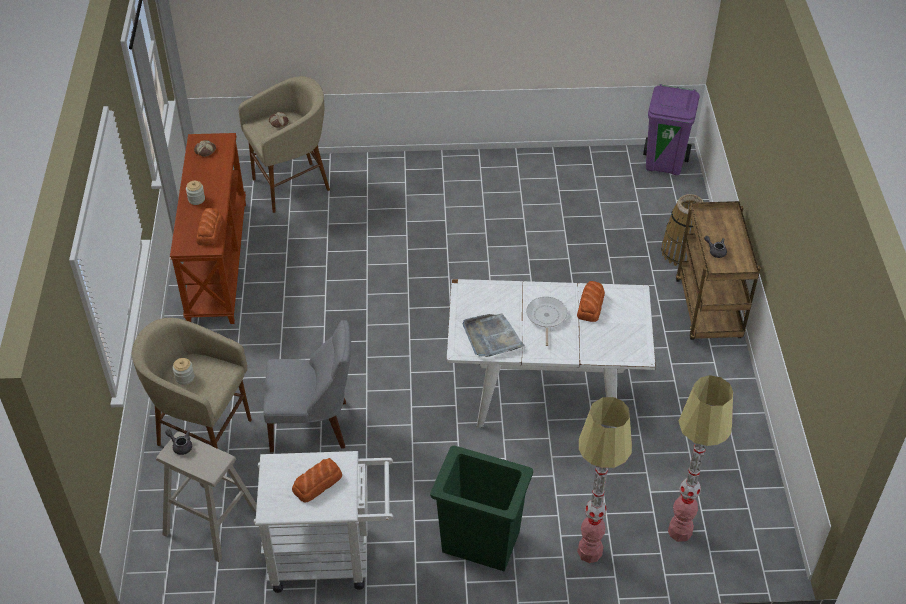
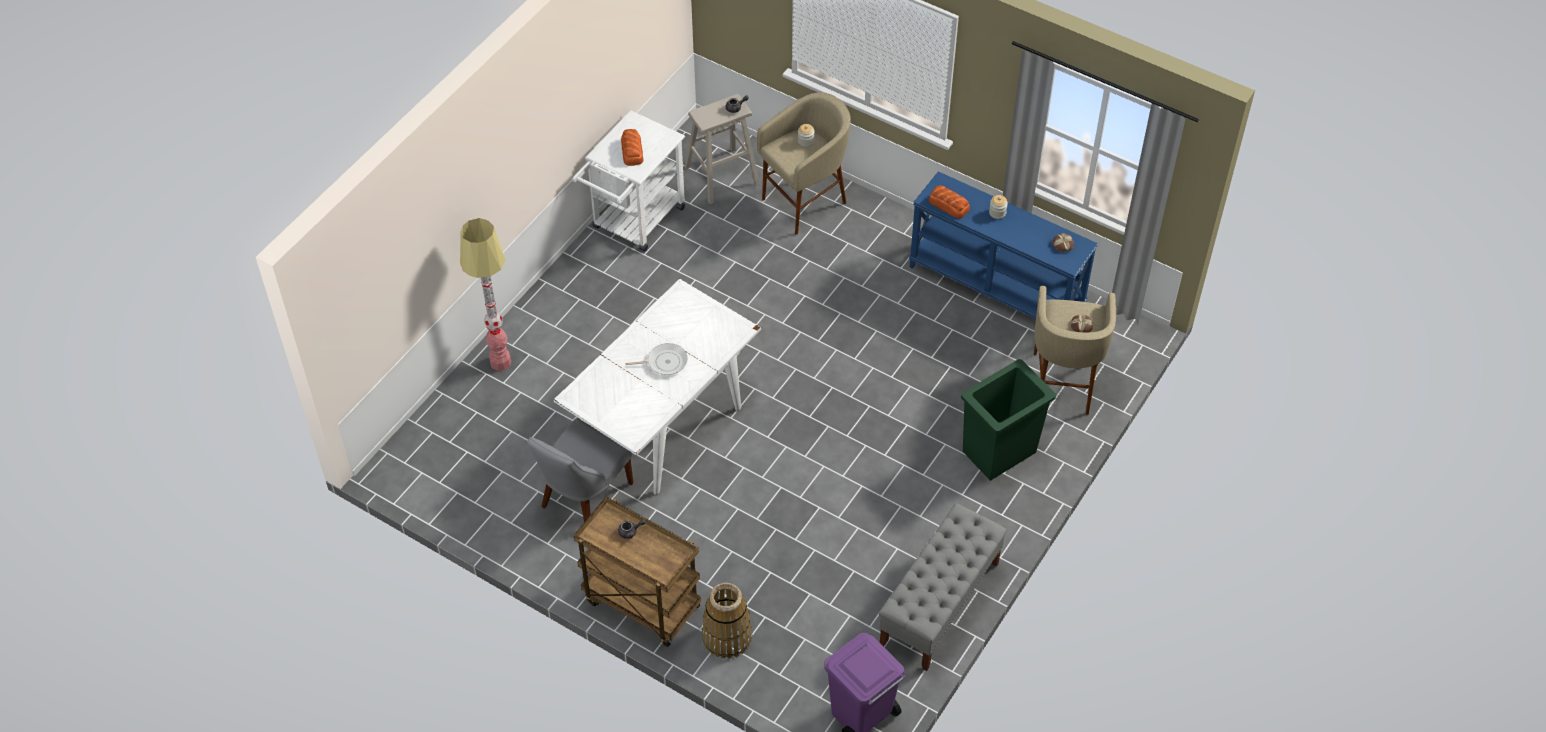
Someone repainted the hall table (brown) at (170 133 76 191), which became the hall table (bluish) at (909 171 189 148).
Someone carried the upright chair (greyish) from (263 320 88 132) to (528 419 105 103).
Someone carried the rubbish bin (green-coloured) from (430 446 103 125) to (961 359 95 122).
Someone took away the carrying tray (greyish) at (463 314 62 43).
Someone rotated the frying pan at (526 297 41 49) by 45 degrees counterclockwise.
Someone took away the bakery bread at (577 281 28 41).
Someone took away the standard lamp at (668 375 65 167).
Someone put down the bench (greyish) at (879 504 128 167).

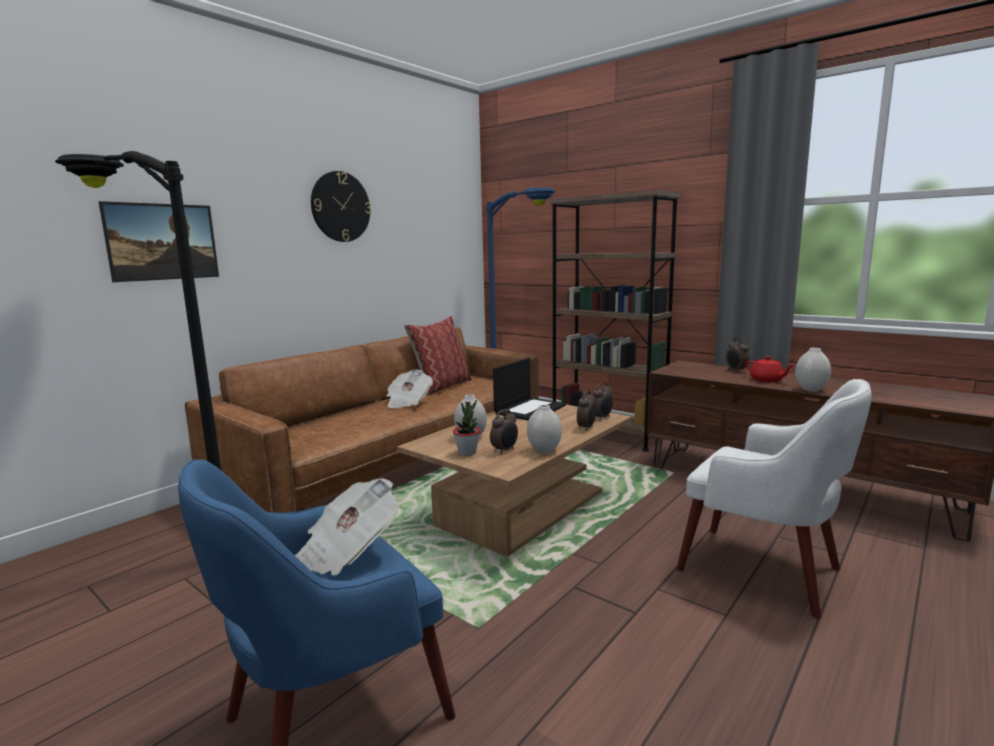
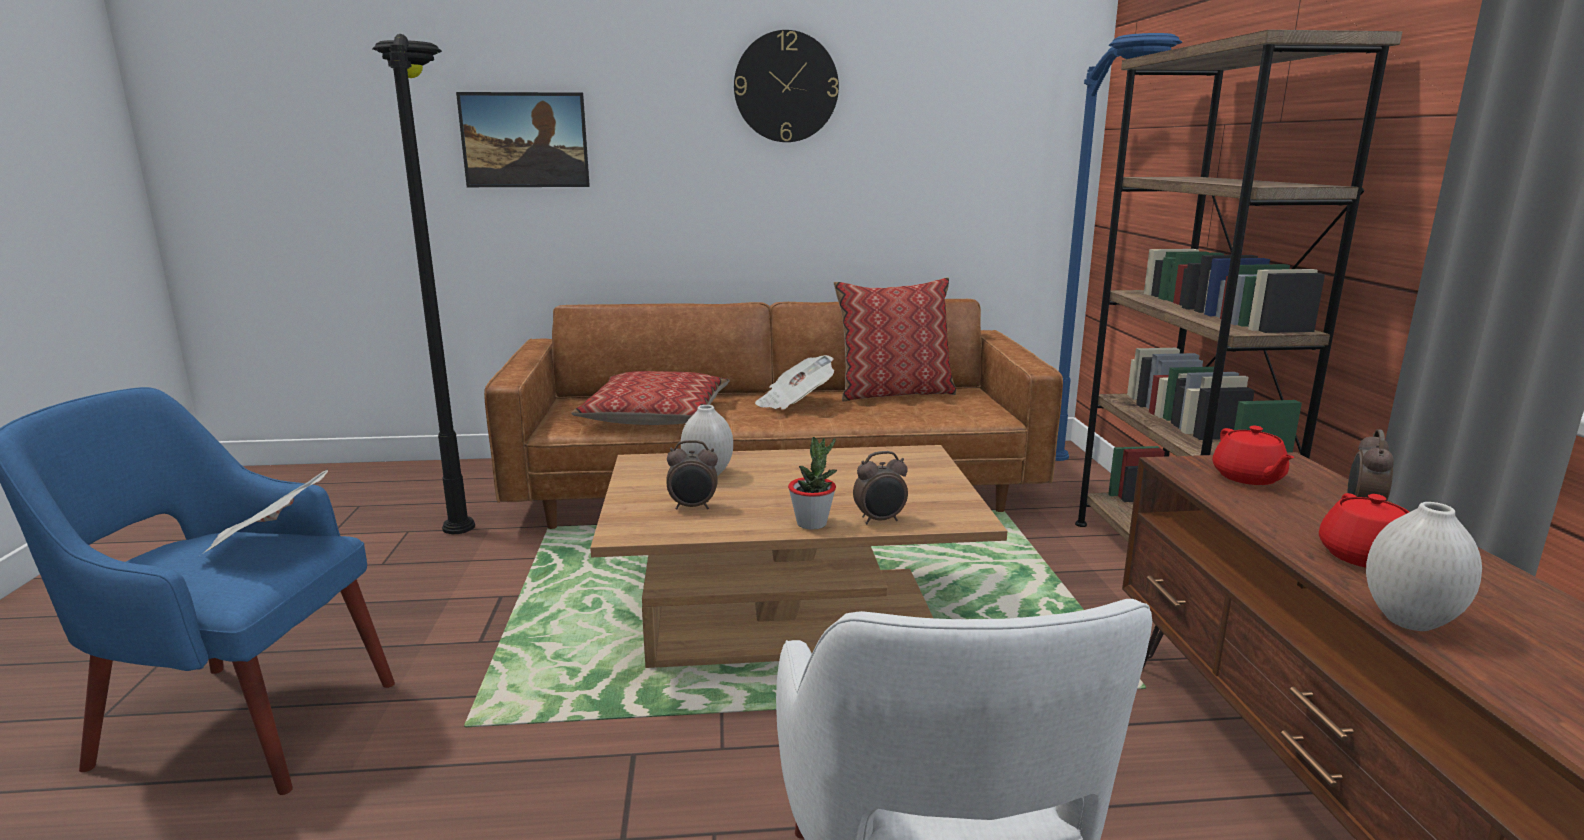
Someone carried the houseplant from (453 400 27 56) to (788 437 49 93).
Someone took away the notebook computer at (493 358 73 63).
Someone took away the vase (white) at (527 404 35 50).
Someone took away the table clock at (593 383 20 37).
Someone put down the pillow at (571 371 159 54).
Someone put down the teapot (red) at (1212 426 82 59).

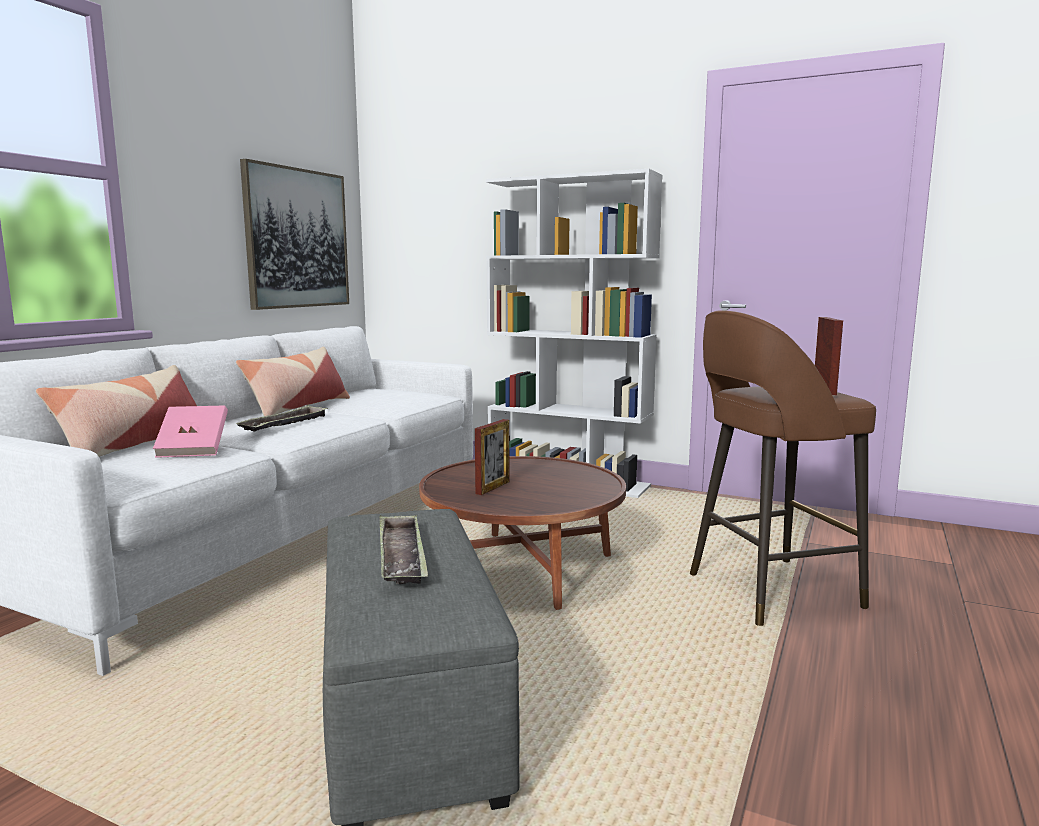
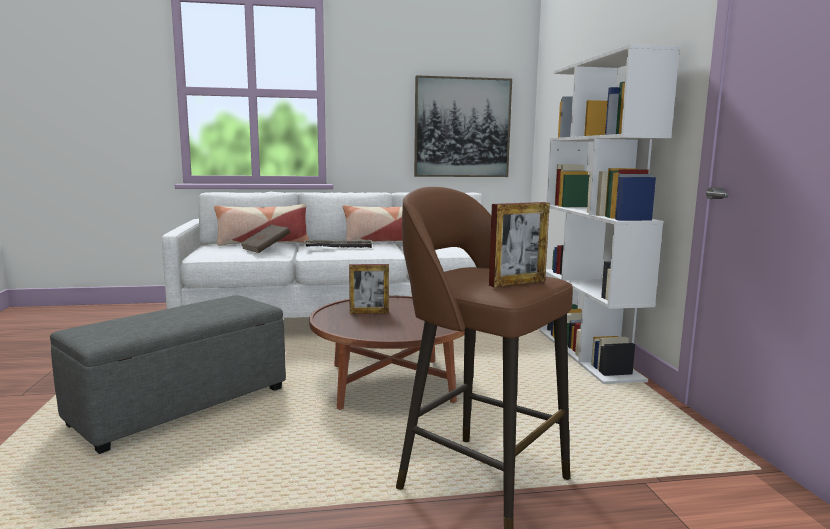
Someone repainted the book (pink-coloured) at (153 405 75 53), which became the book (brown) at (240 225 50 28).
Someone took away the carrying tray at (379 515 49 69).

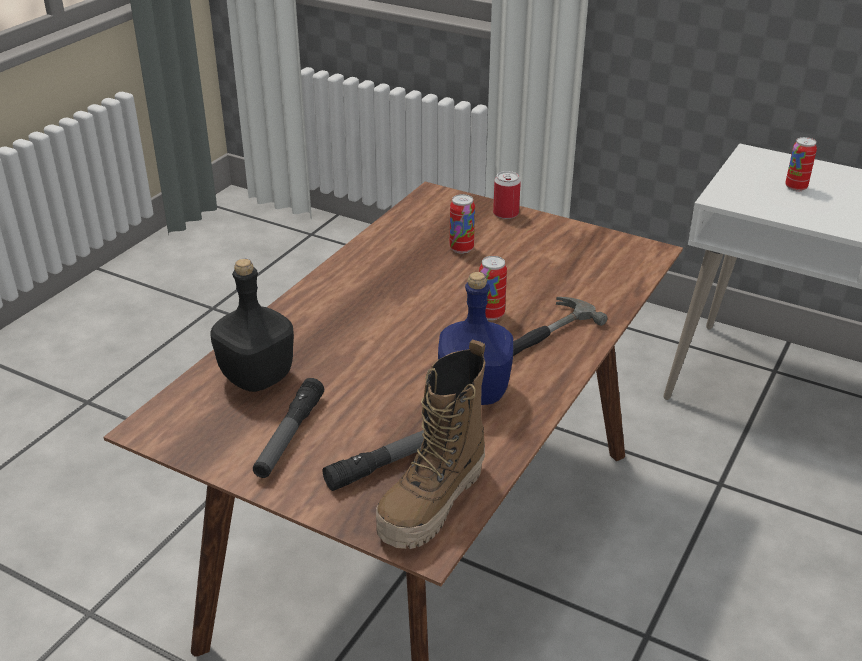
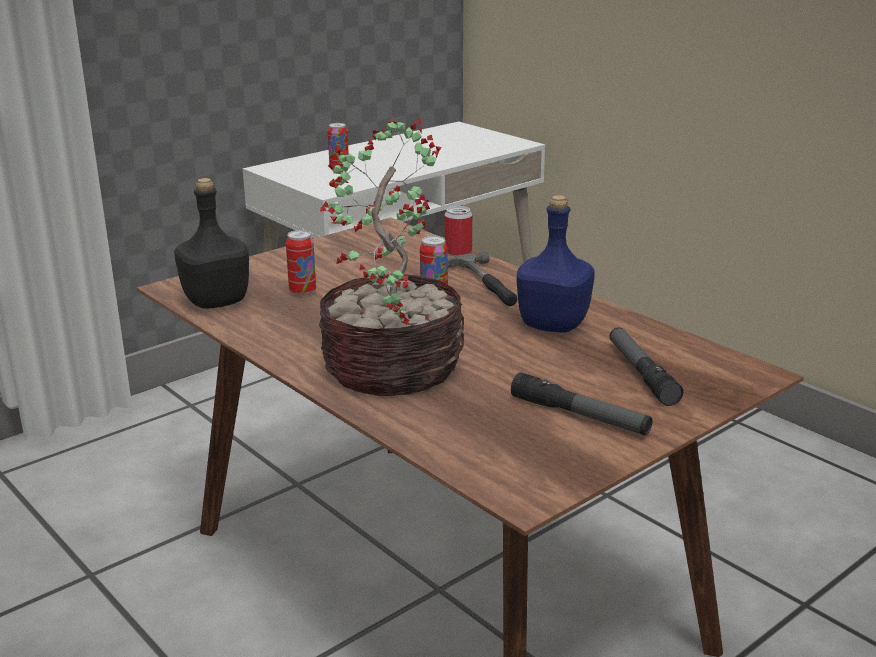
Someone carried the bottle (blackish) from (210 259 84 133) to (174 178 75 130).
Someone took away the high-top boot at (376 340 110 209).
Someone carried the metal can from (493 171 28 48) to (445 206 27 50).
Someone put down the houseplant at (319 119 145 277).

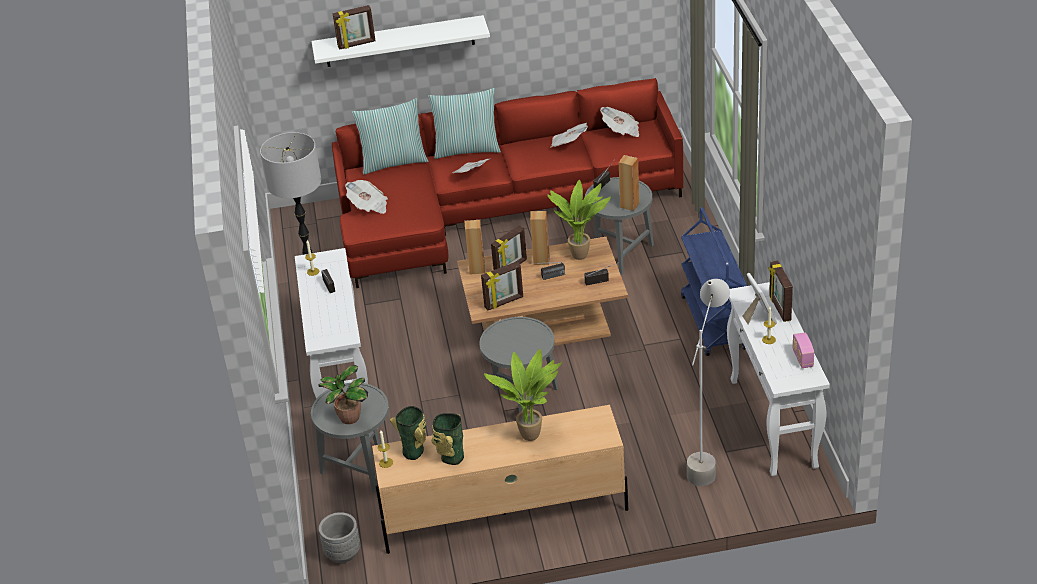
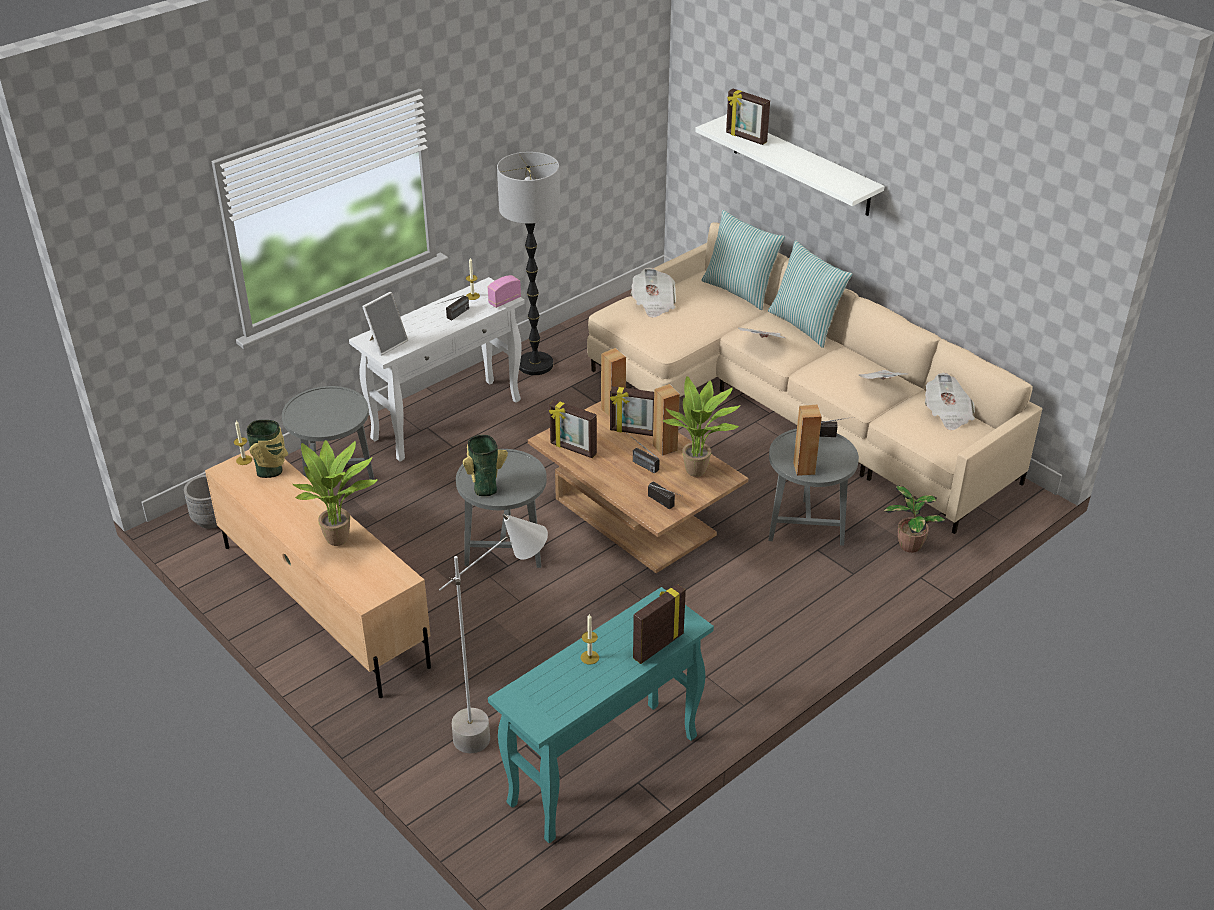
Someone carried the houseplant from (318 365 50 59) to (884 486 62 67).
Someone repainted the sofa (red) at (332 78 351 210), which became the sofa (beige) at (587 222 455 312).
Someone carried the vase from (431 413 33 52) to (463 435 45 61).
Someone took away the cart (bluish) at (681 207 66 149).
Someone repainted the hall table (white) at (727 282 103 194), which became the hall table (turquoise-coloured) at (488 587 226 256).
Someone carried the picture frame from (743 273 34 52) to (362 292 46 64).
Someone carried the radio from (792 332 22 36) to (488 275 33 33).

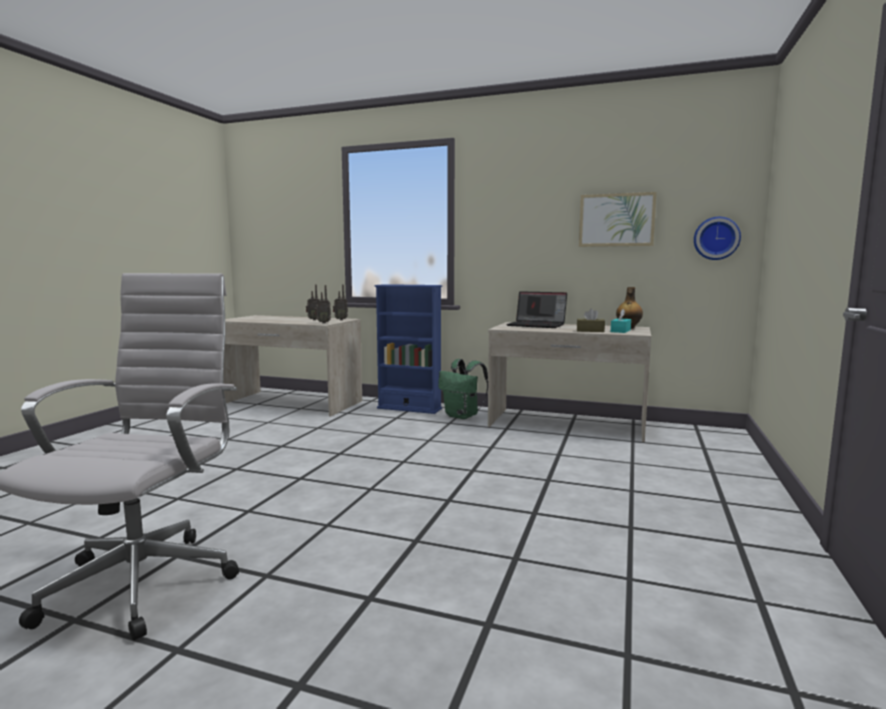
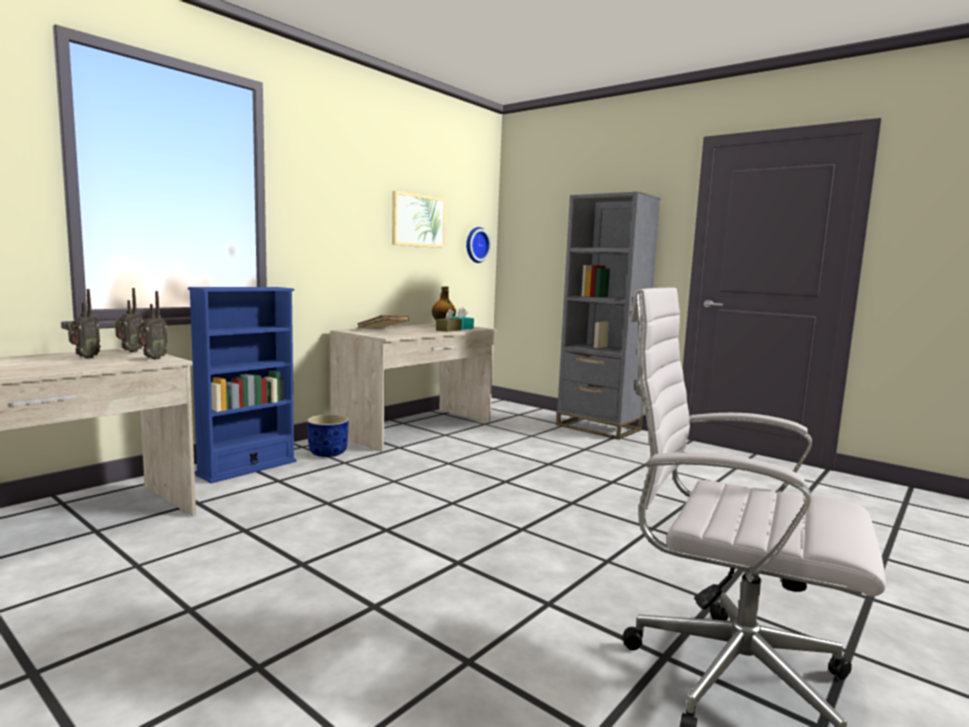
Someone swapped the knapsack (green-coloured) at (438 359 50 60) for the planter (bluish) at (307 415 42 42).
Someone swapped the notebook computer at (506 291 61 37) for the book (beige) at (357 315 52 13).
Someone put down the bookcase (greyish) at (556 192 105 248).

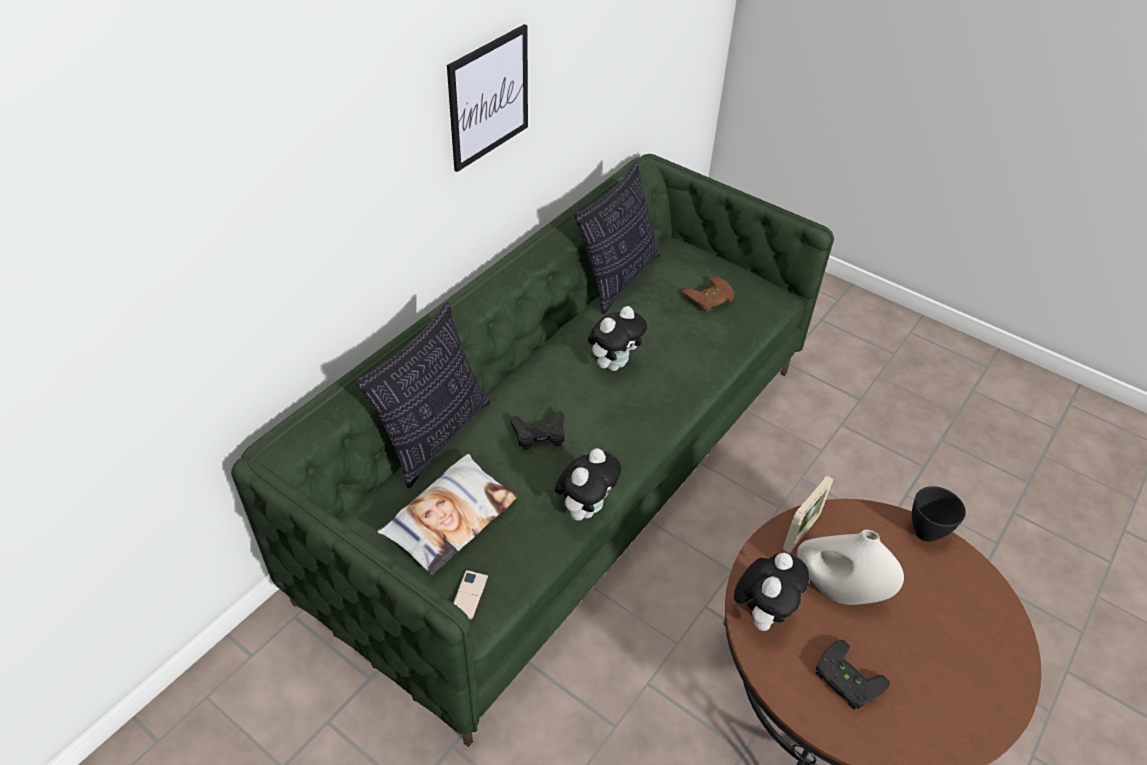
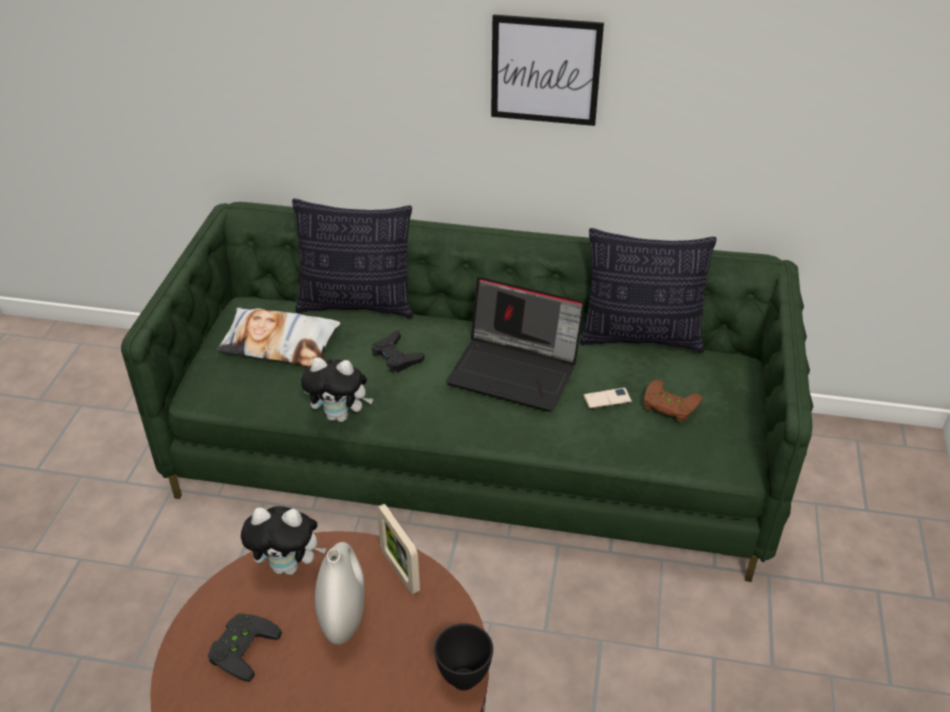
Someone carried the telephone from (453 570 35 50) to (583 388 49 21).
Someone swapped the cuddly toy at (588 306 59 65) for the notebook computer at (446 277 139 135).
Someone rotated the picture frame at (782 475 52 79) by 45 degrees clockwise.

